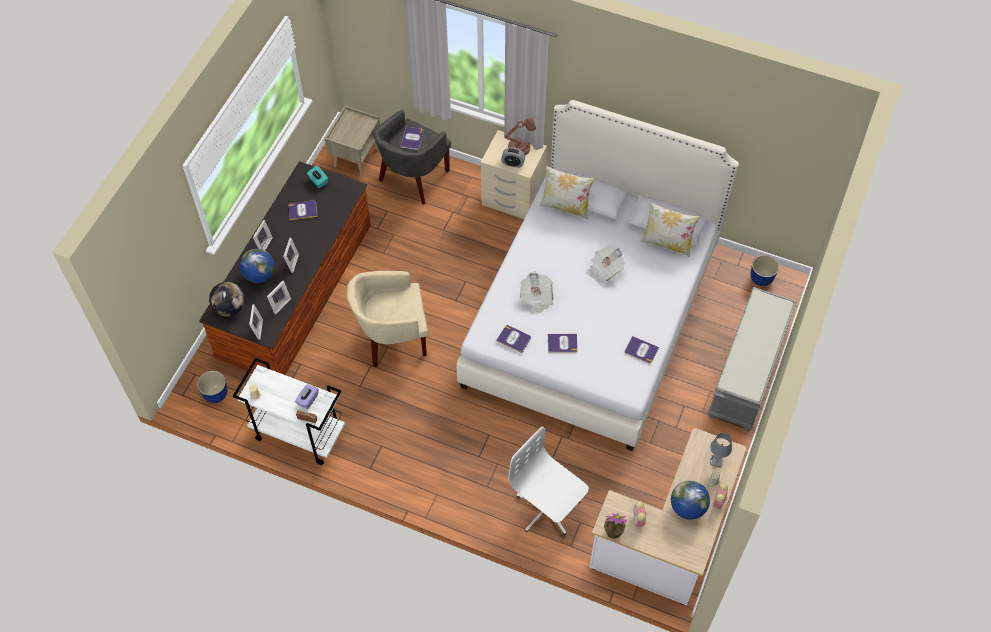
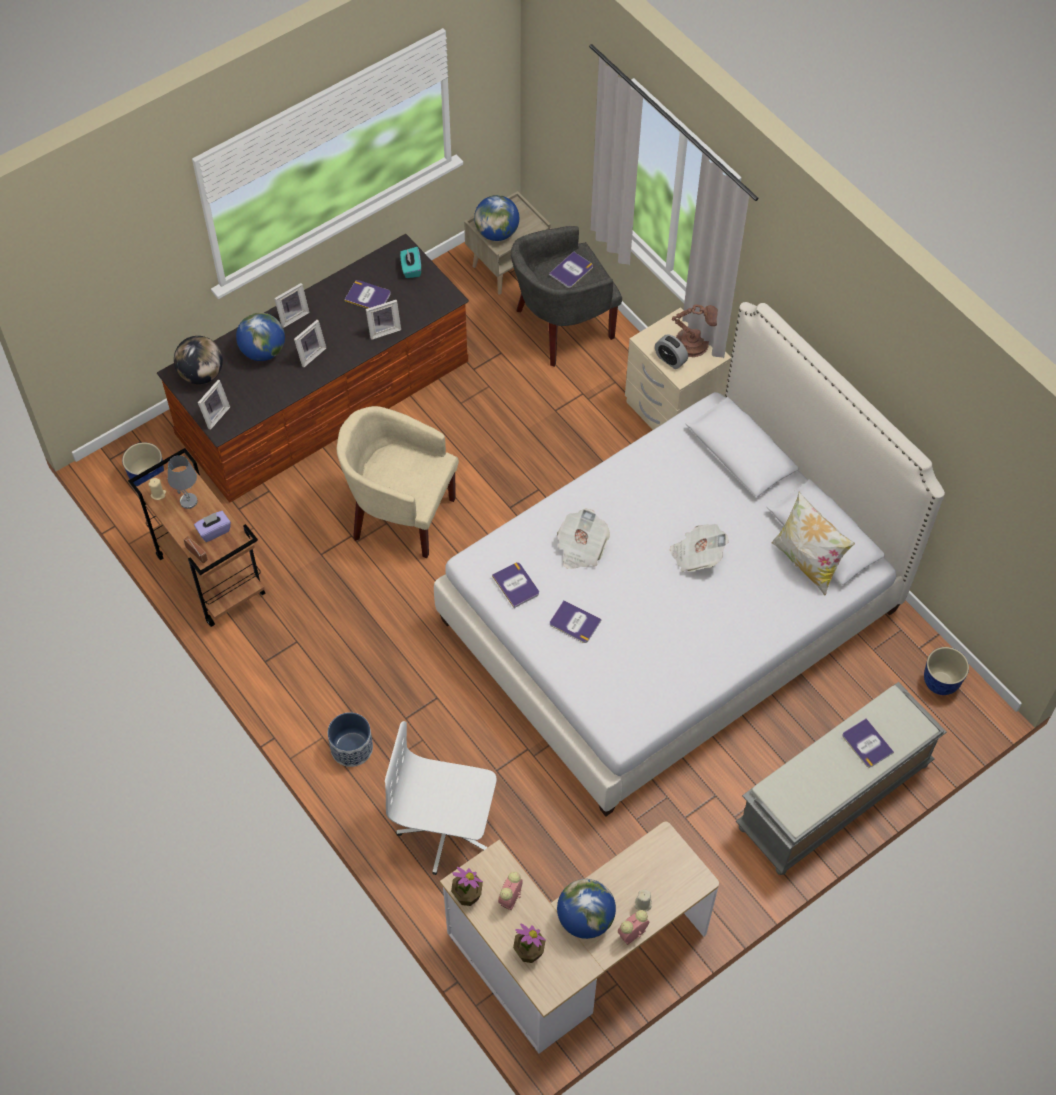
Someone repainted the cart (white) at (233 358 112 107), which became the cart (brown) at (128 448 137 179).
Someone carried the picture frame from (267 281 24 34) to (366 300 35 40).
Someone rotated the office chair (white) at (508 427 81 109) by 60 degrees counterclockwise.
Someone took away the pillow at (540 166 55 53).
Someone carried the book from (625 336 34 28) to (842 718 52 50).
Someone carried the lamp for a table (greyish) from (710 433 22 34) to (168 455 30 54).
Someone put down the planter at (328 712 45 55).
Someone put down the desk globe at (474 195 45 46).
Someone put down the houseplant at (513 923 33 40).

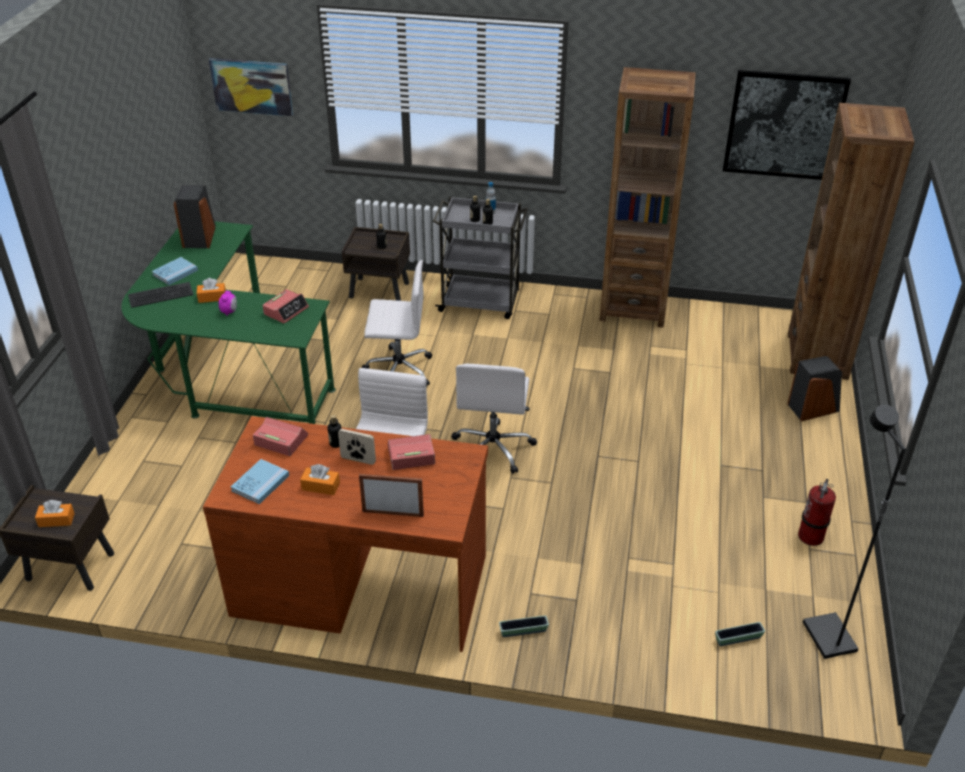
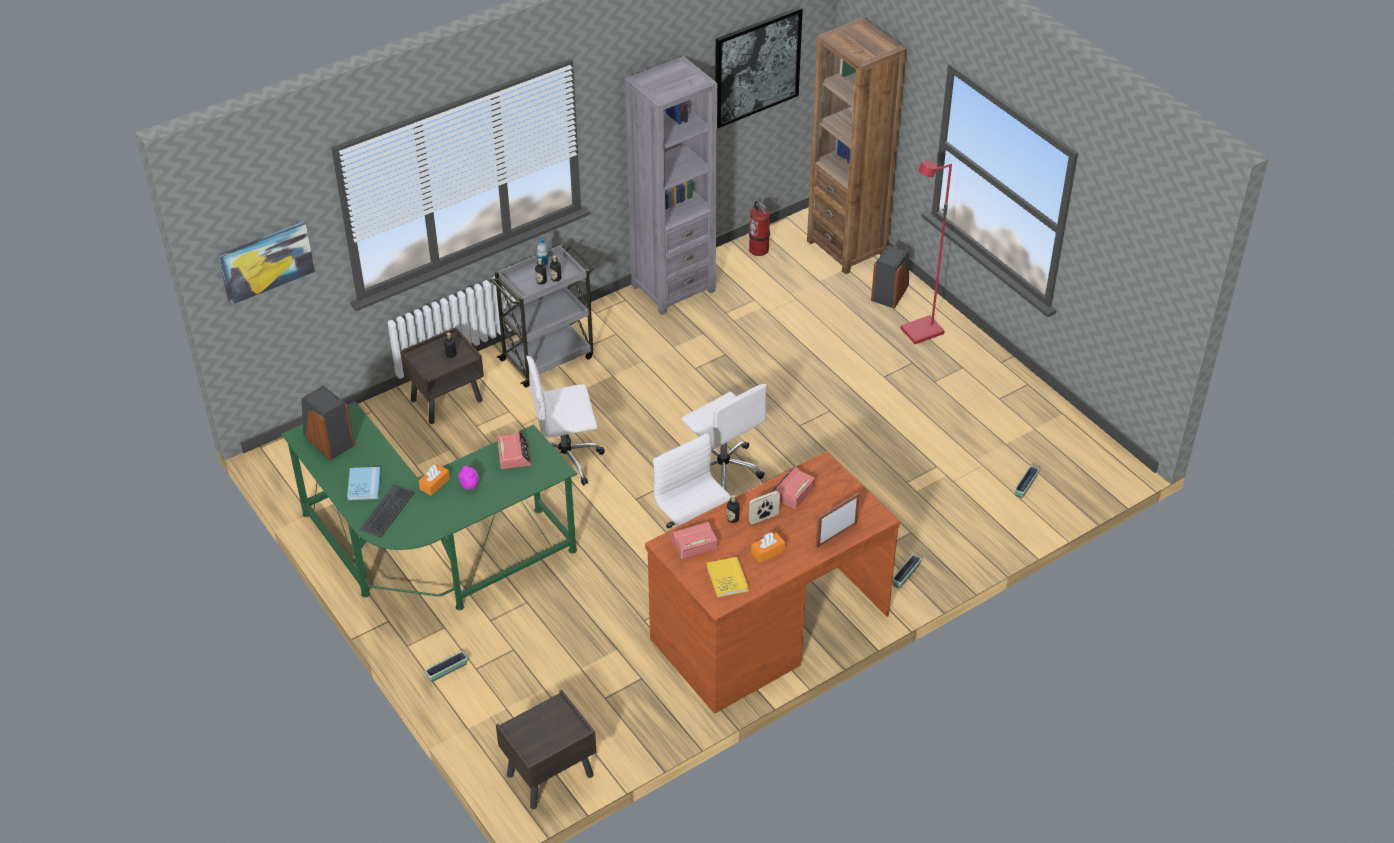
Someone took away the tissue holder (orange) at (35 500 40 27).
Someone repainted the book (bluish) at (231 459 58 45), which became the book (yellowish) at (706 557 43 41).
Someone rotated the office chair (white) at (362 260 70 127) by 150 degrees counterclockwise.
Someone repainted the bookcase (brown) at (600 67 96 261), which became the bookcase (greyish) at (625 56 92 259).
Someone carried the fire-fighting cylinder from (798 479 38 67) to (749 201 21 55).
Someone took away the standard lamp (blackish) at (803 404 103 255).
Someone put down the planter at (425 651 43 31).
Someone put down the standard lamp (red) at (901 160 51 184).

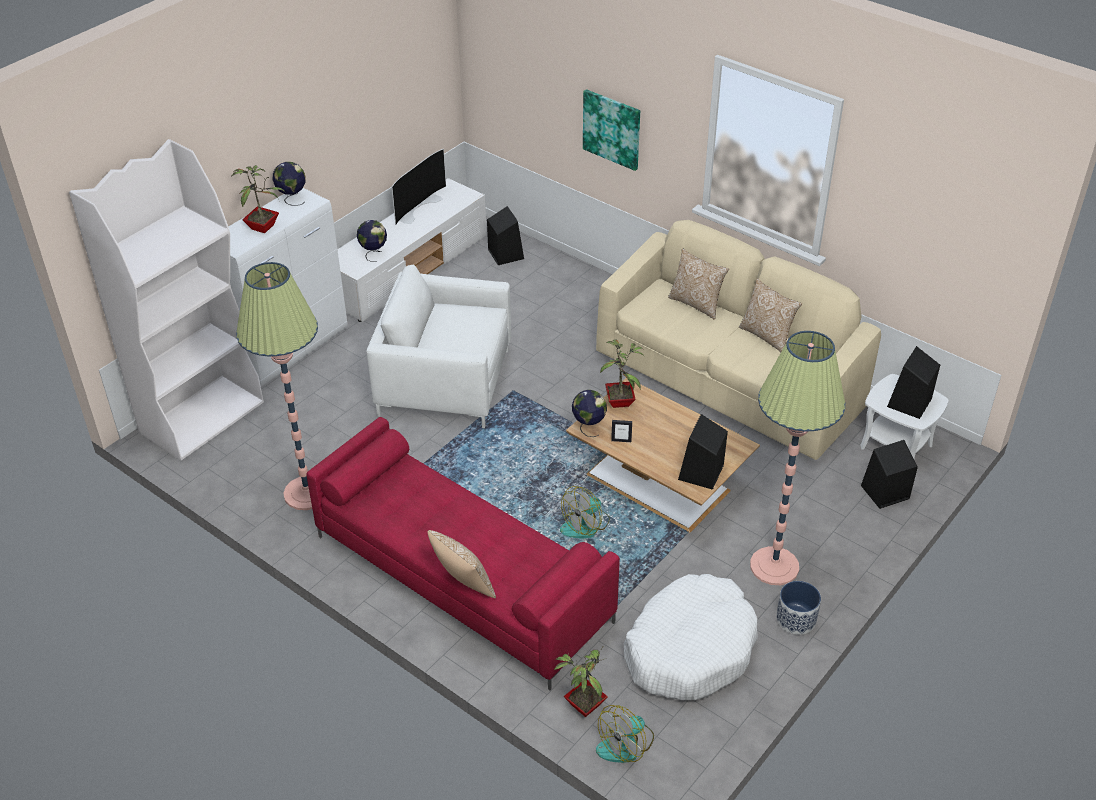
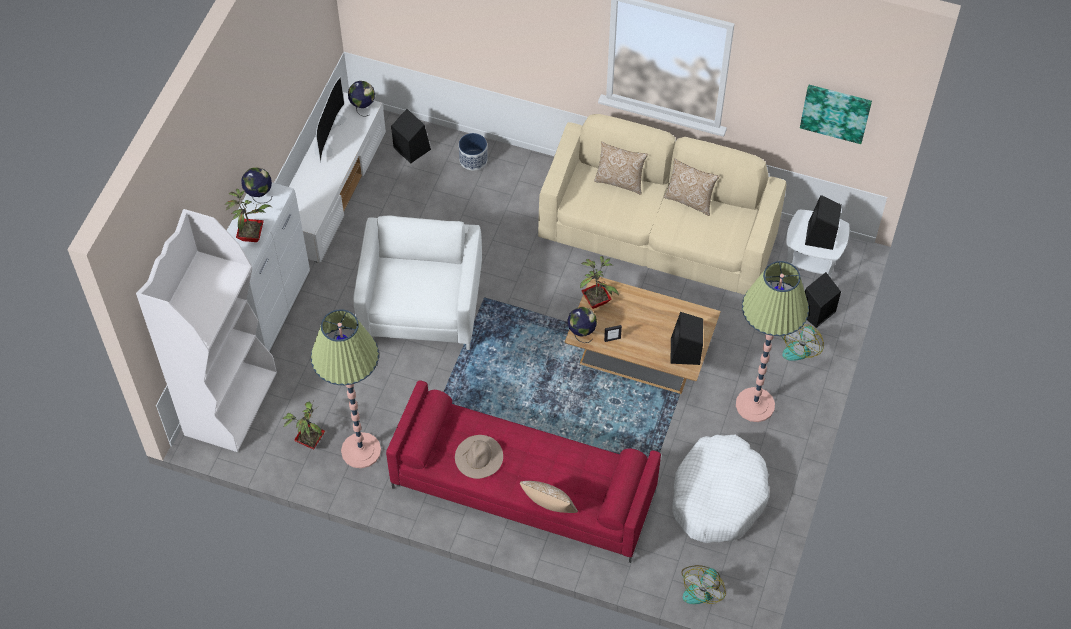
Someone carried the desk globe from (357 220 30 42) to (348 81 27 36).
Someone rotated the easy chair (white) at (366 265 145 163) by 105 degrees clockwise.
Someone carried the houseplant from (554 647 54 70) to (282 400 43 50).
Someone carried the cooling fan from (560 486 50 53) to (781 324 43 37).
Someone carried the wall picture from (583 89 57 82) to (800 85 72 59).
Someone carried the planter from (776 581 45 54) to (459 133 29 37).
Someone put down the wearable hat (beige) at (455 435 48 44).

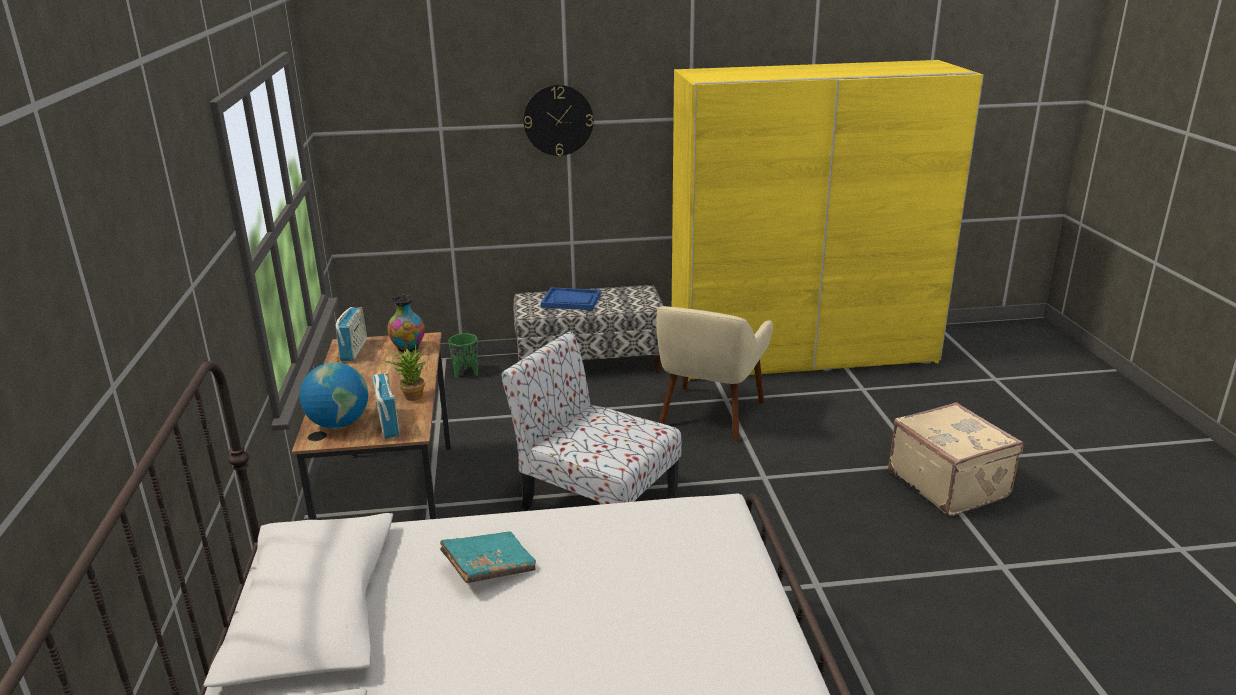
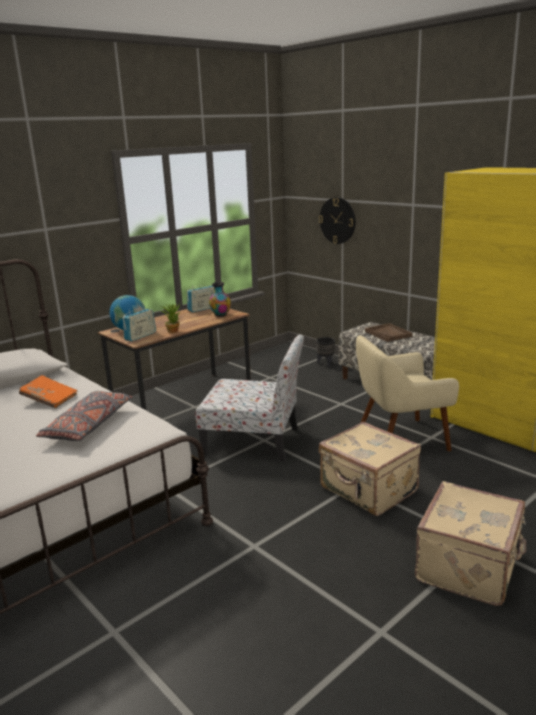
Someone repainted the book (turquoise-coloured) at (440 531 96 52), which became the book (orange) at (19 375 59 33).
Someone repainted the planter (green-coloured) at (448 333 30 45), which became the planter (blackish) at (316 337 19 30).
Someone rotated the upright chair at (501 332 181 178) by 105 degrees clockwise.
Someone carried the wall clock from (523 85 70 71) to (319 197 36 47).
Someone repainted the carrying tray (bluish) at (541 287 60 23), which became the carrying tray (brown) at (365 323 48 19).
Someone put down the pillow (greyish) at (36 391 97 50).
Someone put down the travel case (beige) at (319 422 102 94).

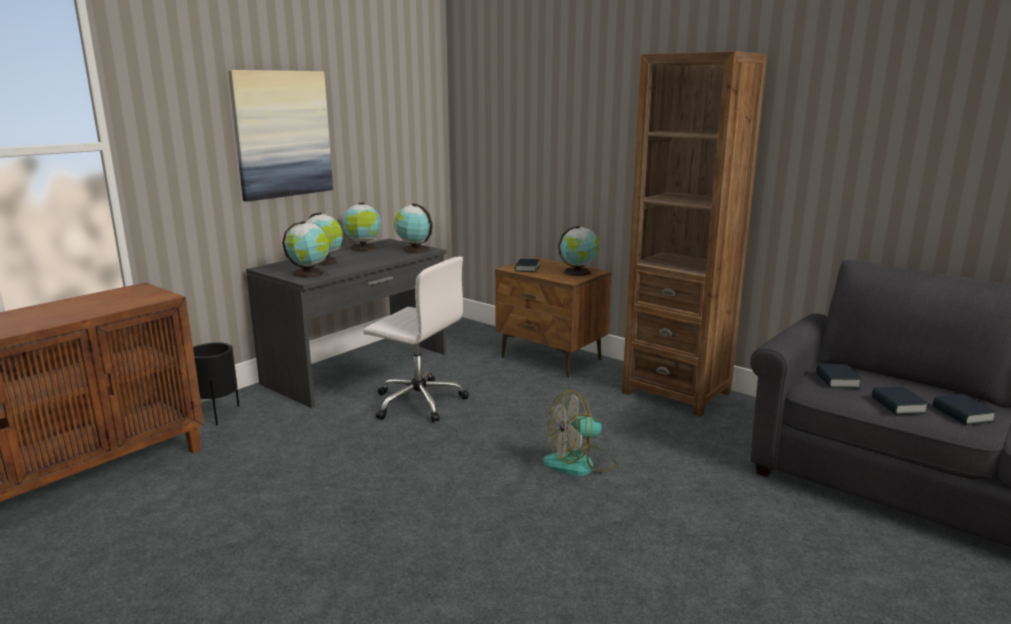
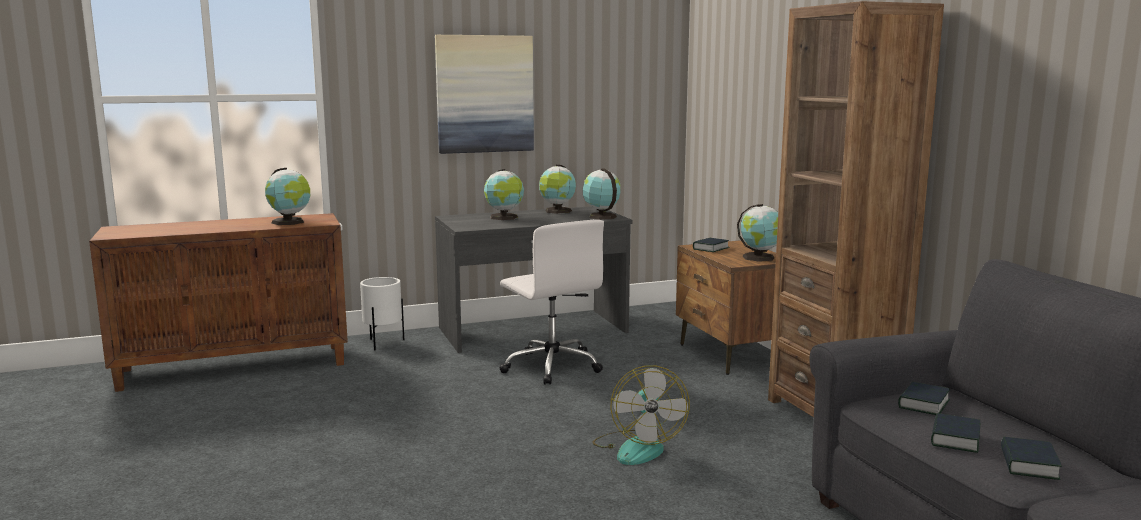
Someone repainted the planter (blackish) at (193 342 46 83), which became the planter (white) at (360 277 44 73).
Someone carried the desk globe from (282 221 47 57) to (265 168 45 57).
Someone rotated the cooling fan at (543 390 74 86) by 105 degrees counterclockwise.

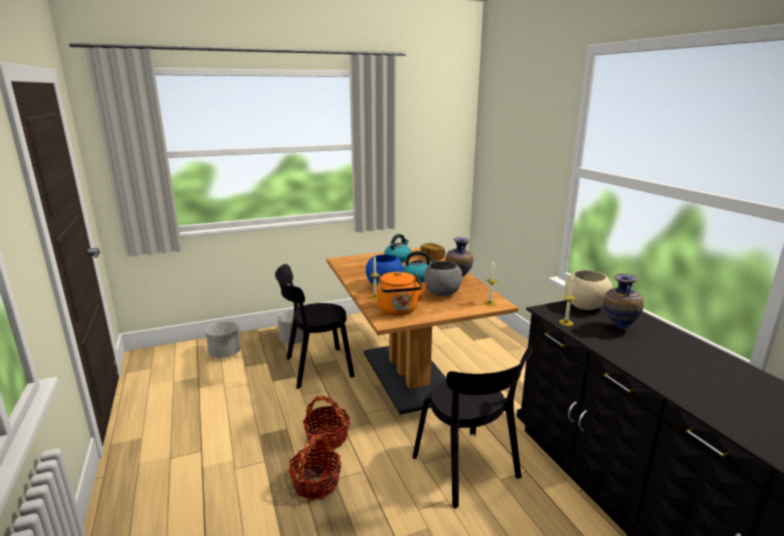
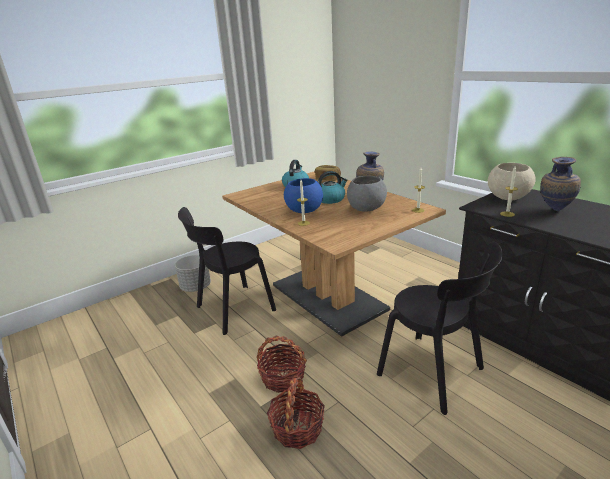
Someone took away the planter (greyish) at (205 321 36 37).
Someone took away the tea kettle (orange) at (377 272 50 43).

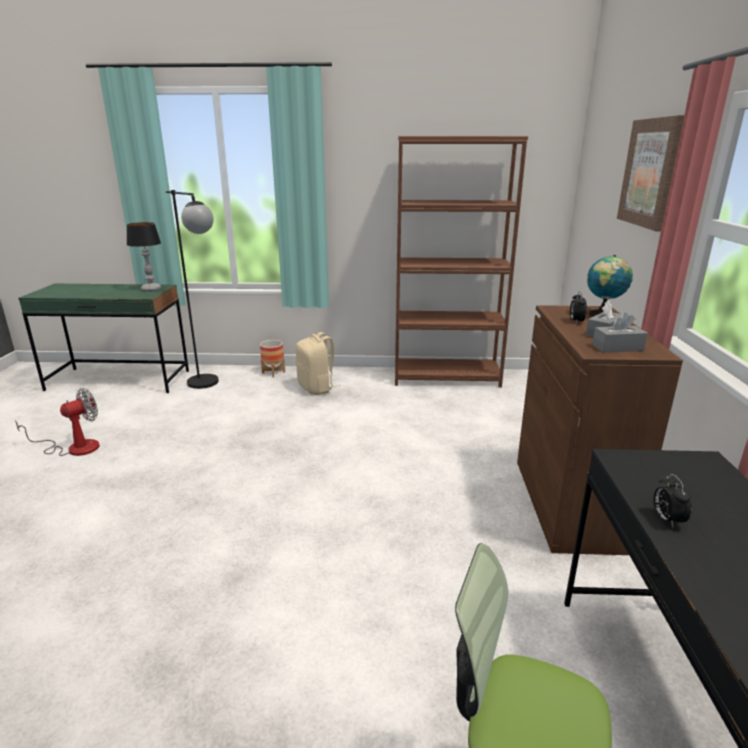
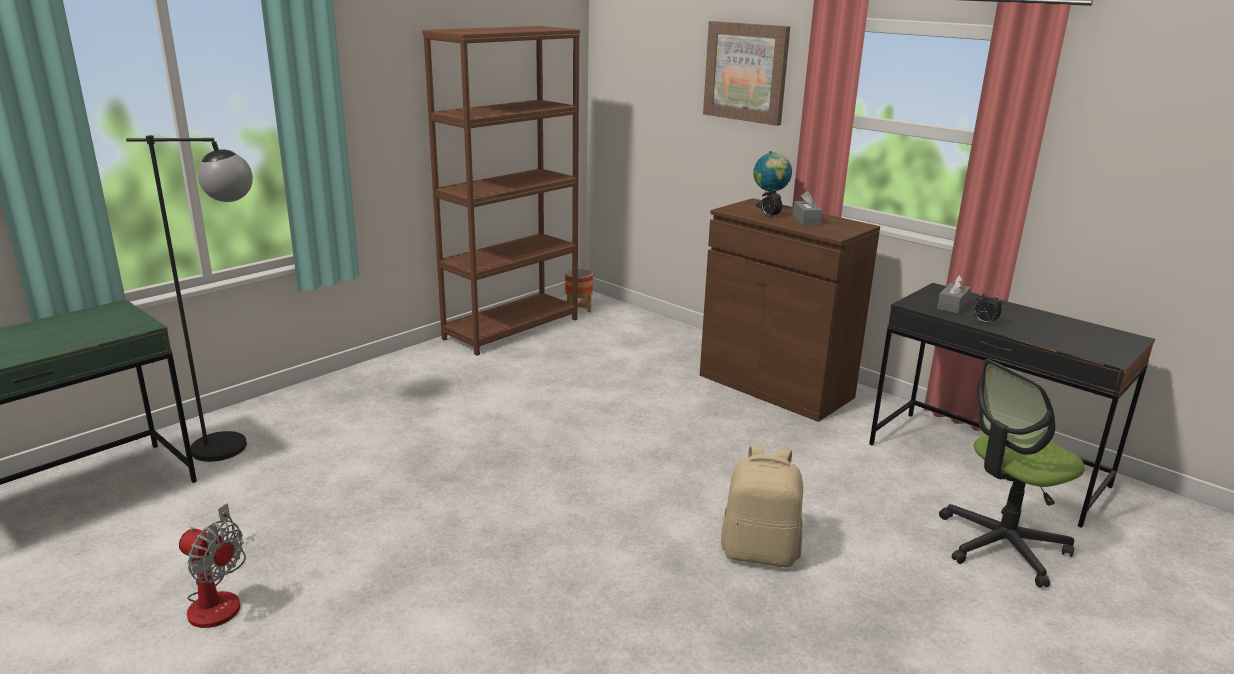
Someone rotated the cooling fan at (15 388 84 68) by 120 degrees clockwise.
Someone took away the lamp for a table at (127 222 34 70).
Someone carried the planter from (260 340 25 37) to (565 269 28 43).
Someone carried the knapsack (beige) from (296 332 45 63) to (721 445 82 122).
Someone carried the tissue holder (greyish) from (592 313 56 40) to (937 275 34 39).

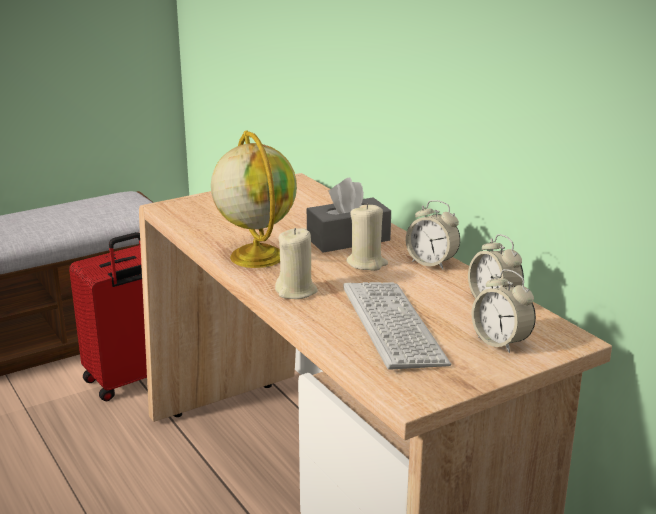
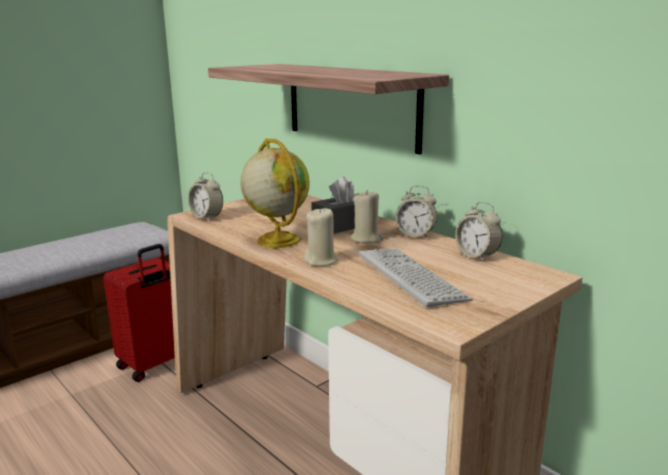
Someone carried the table clock from (471 269 65 84) to (188 172 35 49).
Someone put up the bracket shelf at (208 64 241 90).

